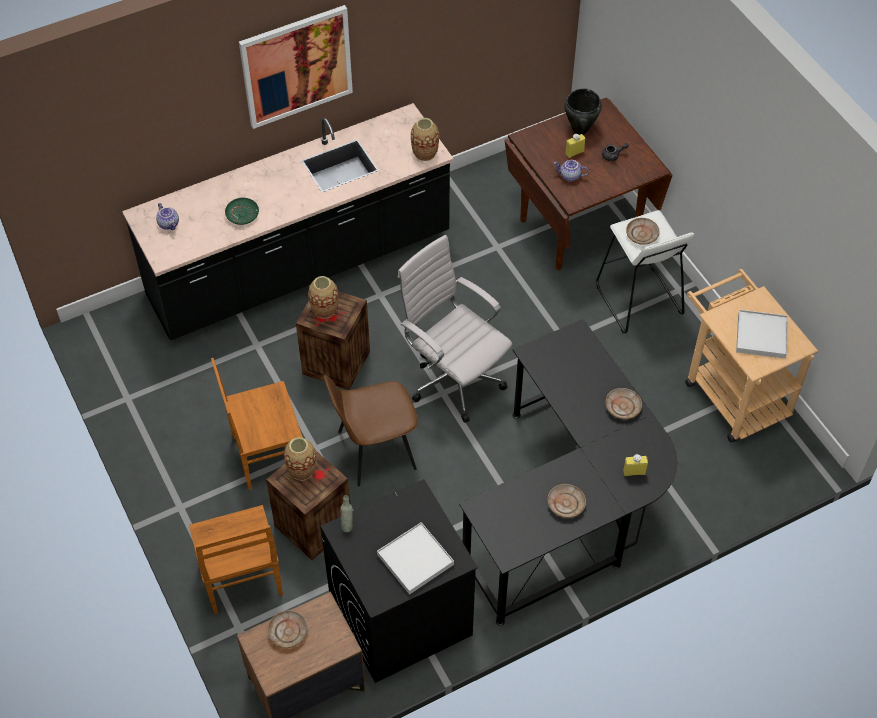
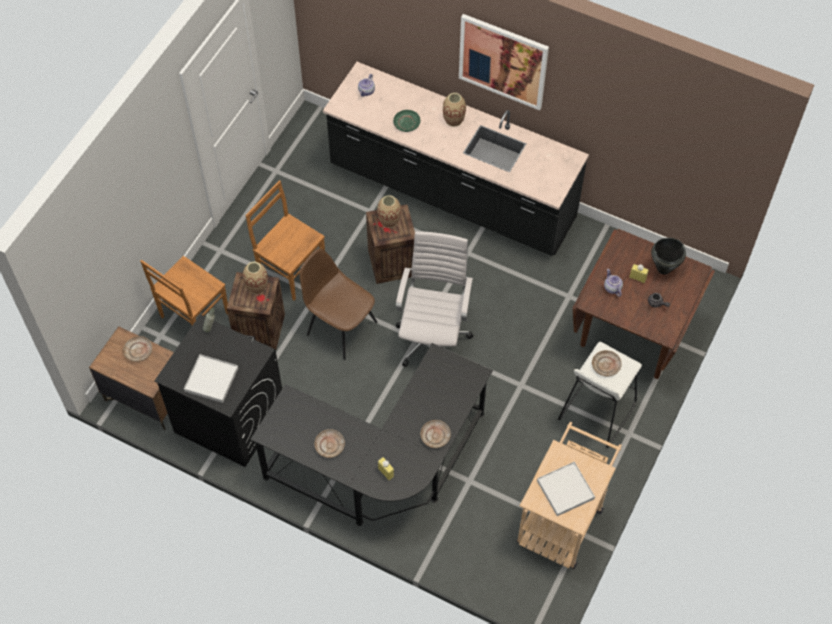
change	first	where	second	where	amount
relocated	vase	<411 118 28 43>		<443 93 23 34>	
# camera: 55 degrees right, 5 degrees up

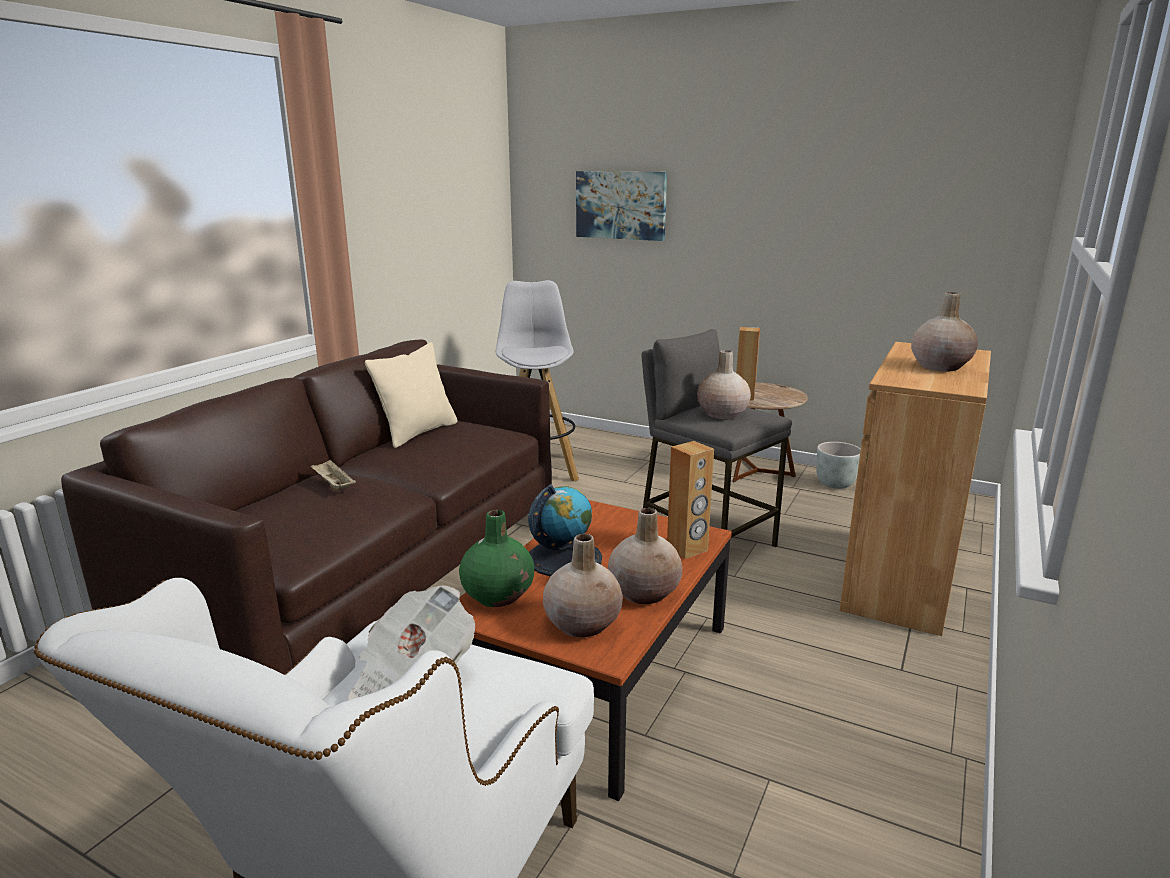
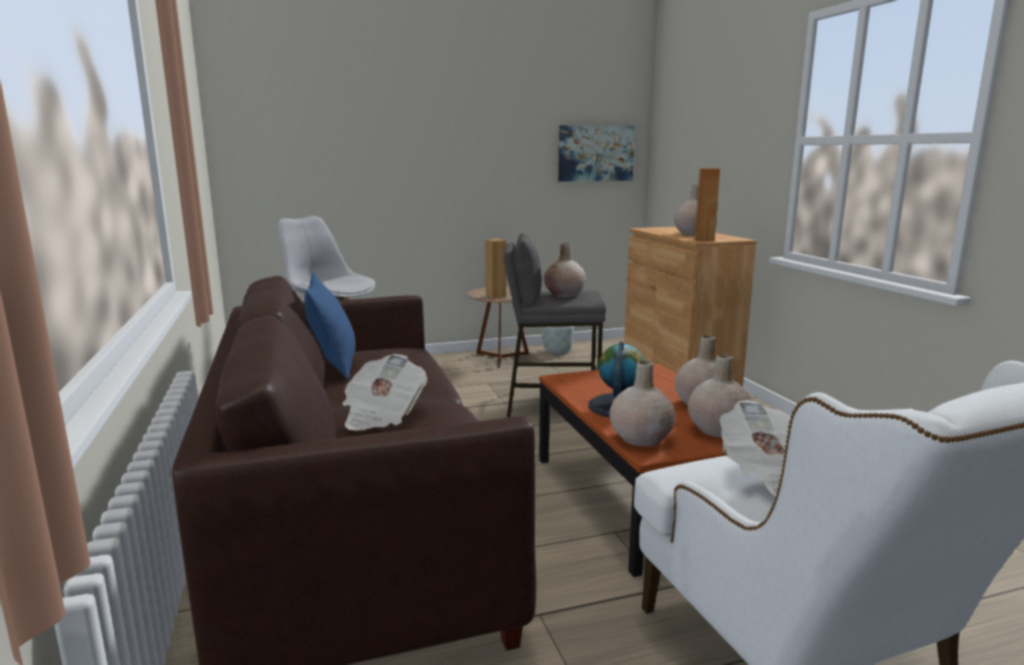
change	first	where	second	where	amount
relocated	picture	<576 171 91 70>		<558 125 77 57>	
colour	beige pillow	<365 342 92 106>	blue pillow	<305 272 51 108>	
relocated	brown speaker	<667 441 47 118>		<695 168 25 73>	
exchanged	beige tray	<310 460 46 30>	newspaper	<342 354 85 77>	
colour	green vase	<459 510 75 97>	beige vase	<609 360 67 86>	
# camera: 45 degrees left, 5 degrees down

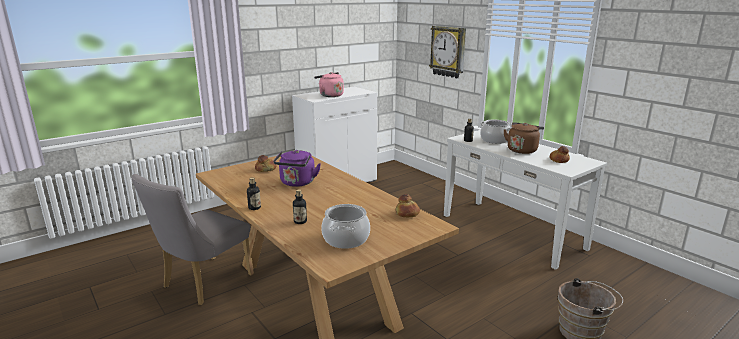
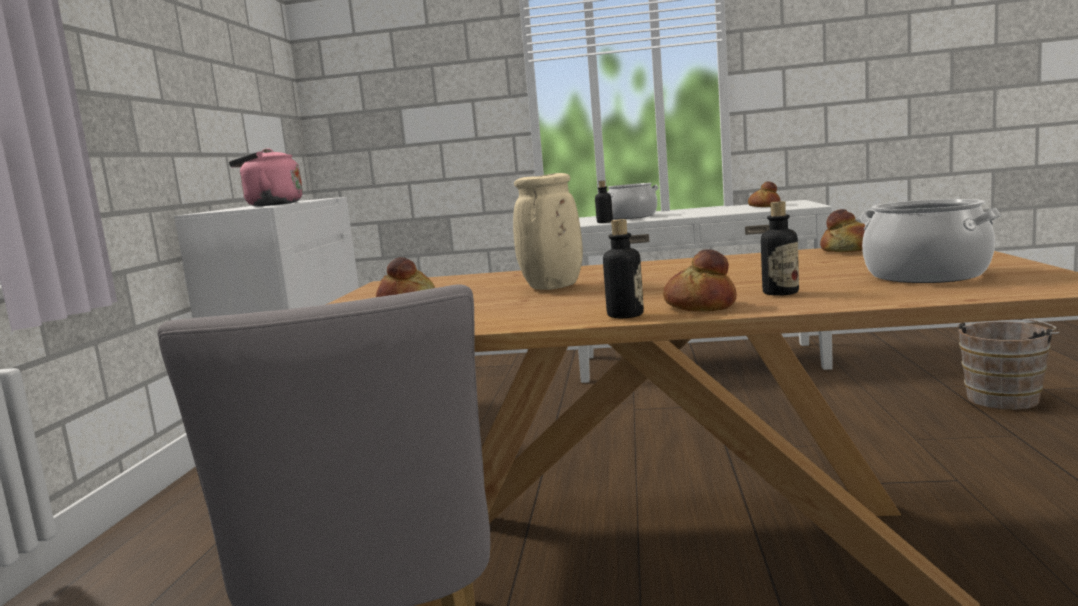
change	first	where	second	where	amount
missing	wall clock	<429 26 37 52>			
missing	brown kettle	<503 122 41 32>			
exchanged	purple kettle	<273 150 48 37>	beige vase	<513 173 70 117>	
appeared			bread	<663 249 74 63>	
# camera: 45 degrees left, 10 degrees down

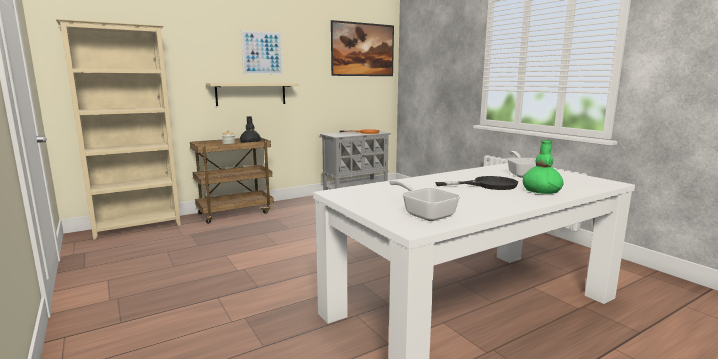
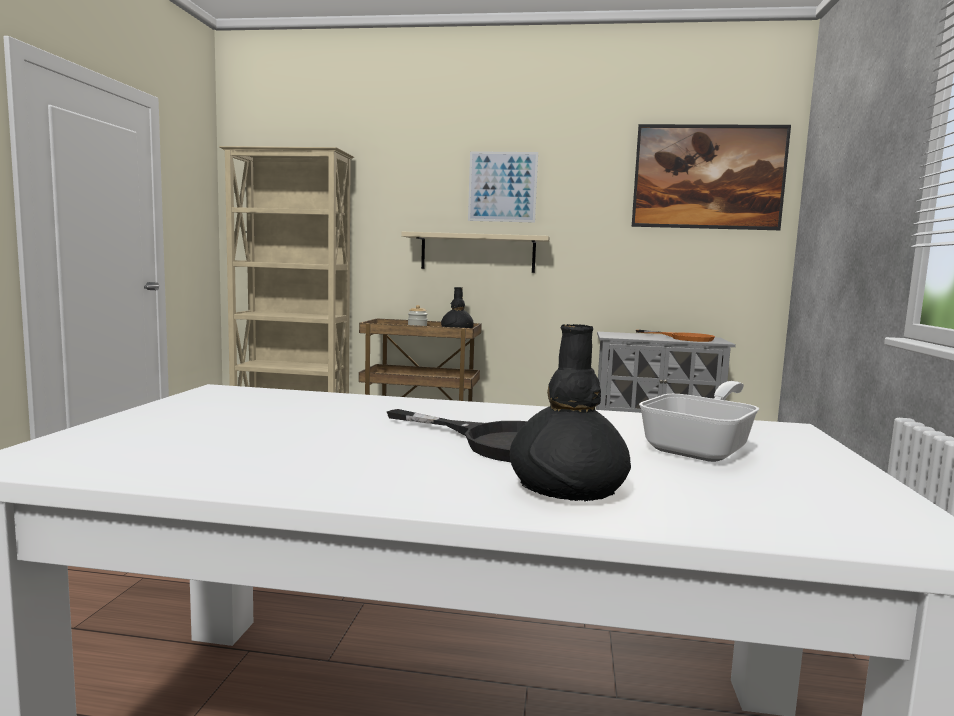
change	first	where	second	where	amount
colour	green vase	<523 140 40 54>	black vase	<510 324 121 177>	
missing	frying pan	<389 179 72 42>			
# camera: 40 degrees right, 5 degrees down

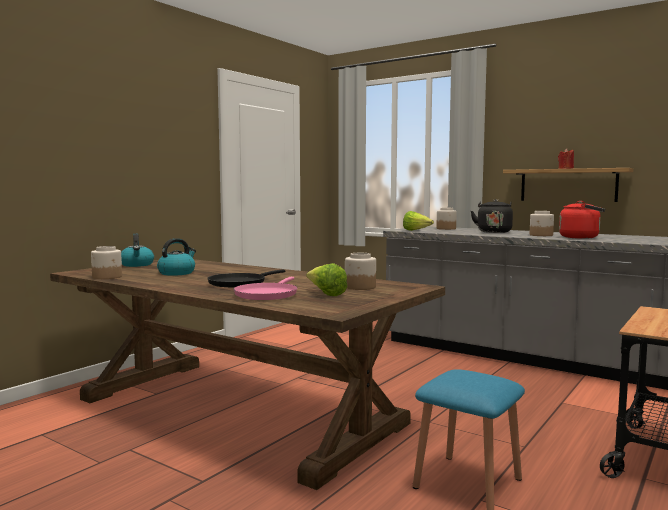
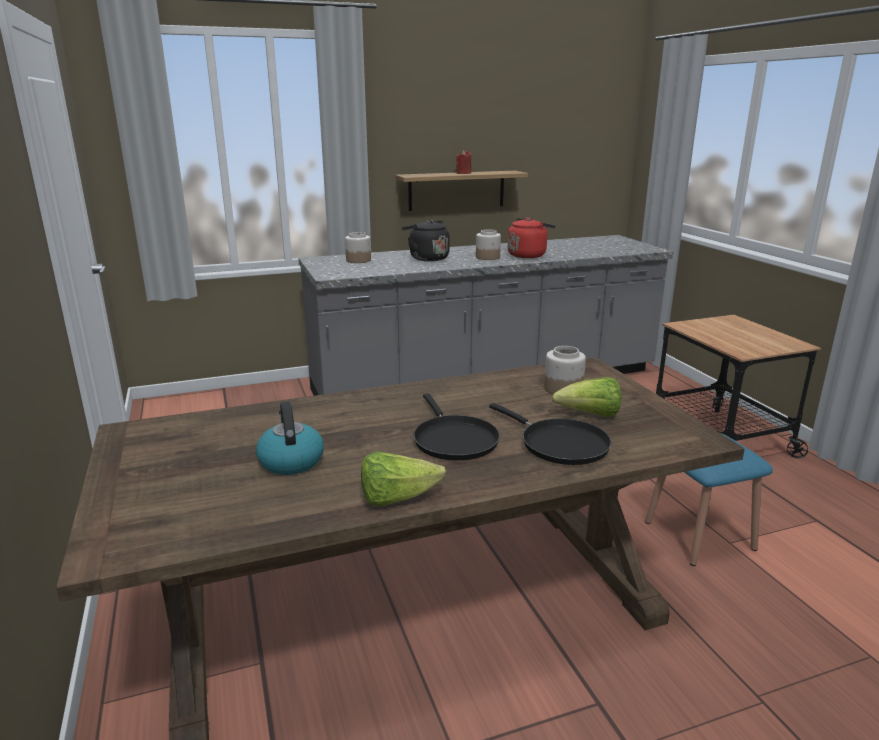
change	first	where	second	where	amount
relocated	lettuce	<403 211 31 20>		<361 451 85 55>	
missing	kettle	<121 233 33 34>			
missing	jar	<91 246 31 33>			
colour	pink frying pan	<233 277 64 23>	black frying pan	<489 403 123 62>	
# camera: 55 degrees left, 15 degrees up

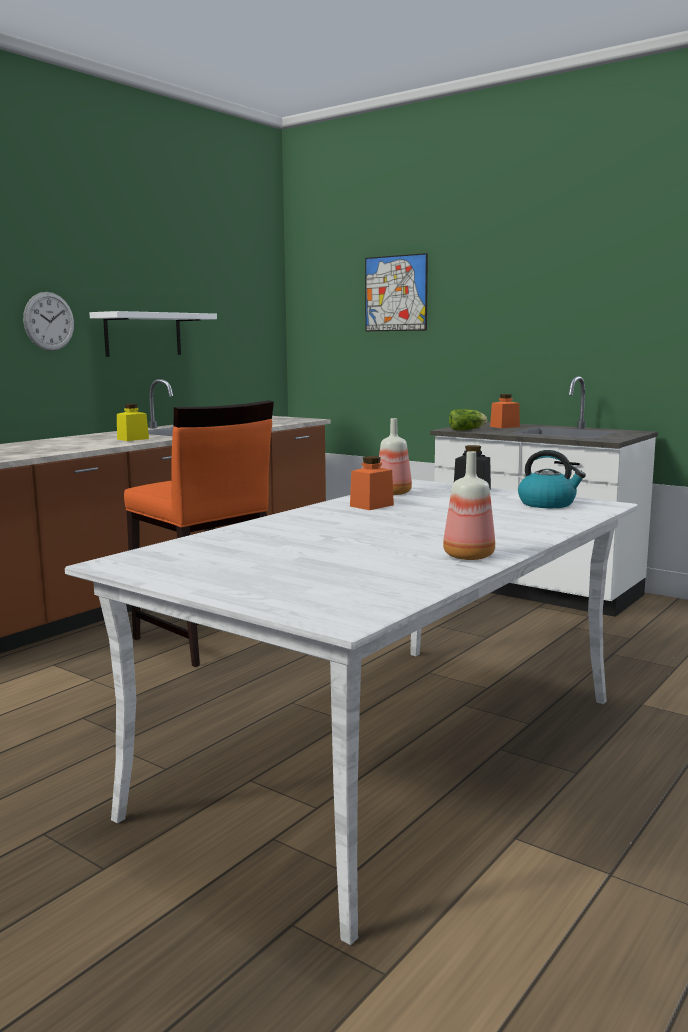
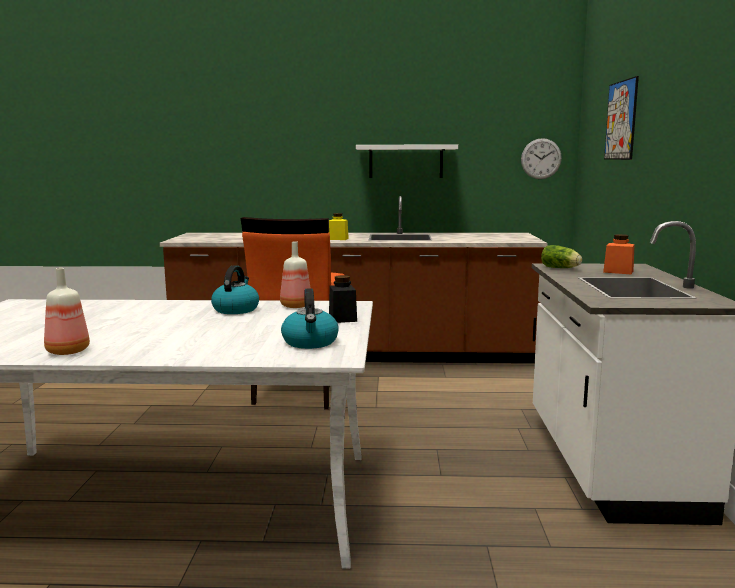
change	first	where	second	where	amount
relocated	wall clock	<23 292 51 59>		<521 138 41 41>	
exchanged	orange jar	<350 456 44 54>	kettle	<211 265 48 49>	
# camera: 55 degrees right, 0 degrees up

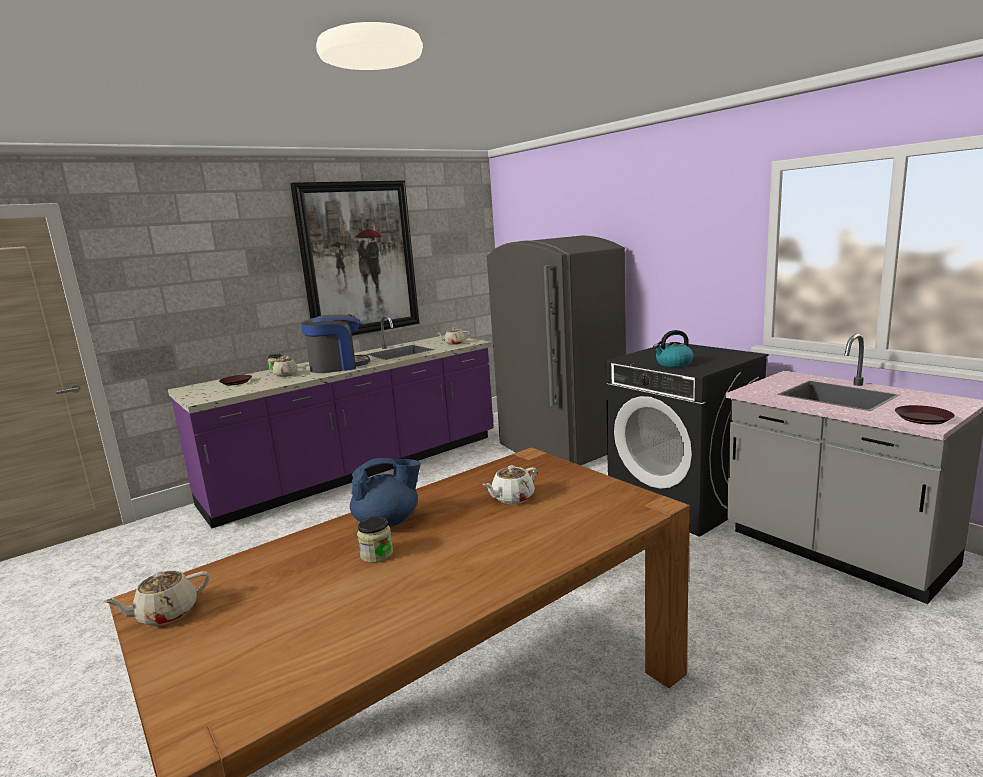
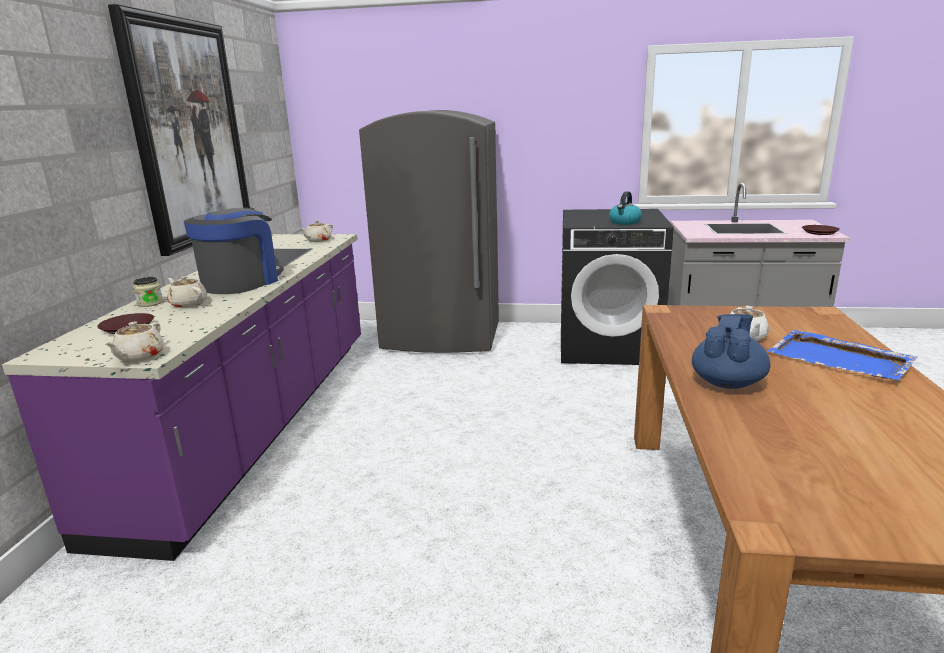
change	first	where	second	where	amount
missing	jar	<357 517 36 46>			
relocated	beige teapot	<103 571 106 55>		<105 321 59 41>	
appeared			blue tray	<767 330 150 50>	
# camera: 45 degrees left, 5 degrees up

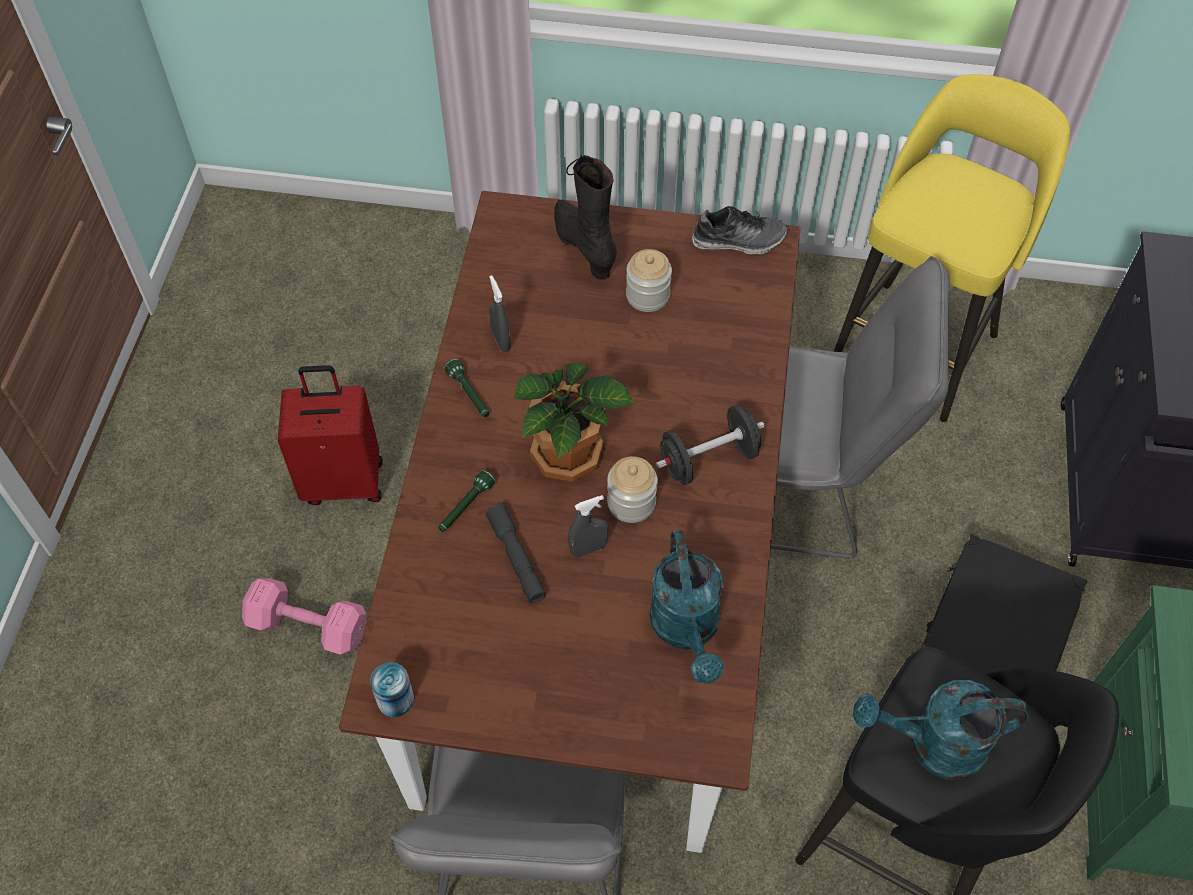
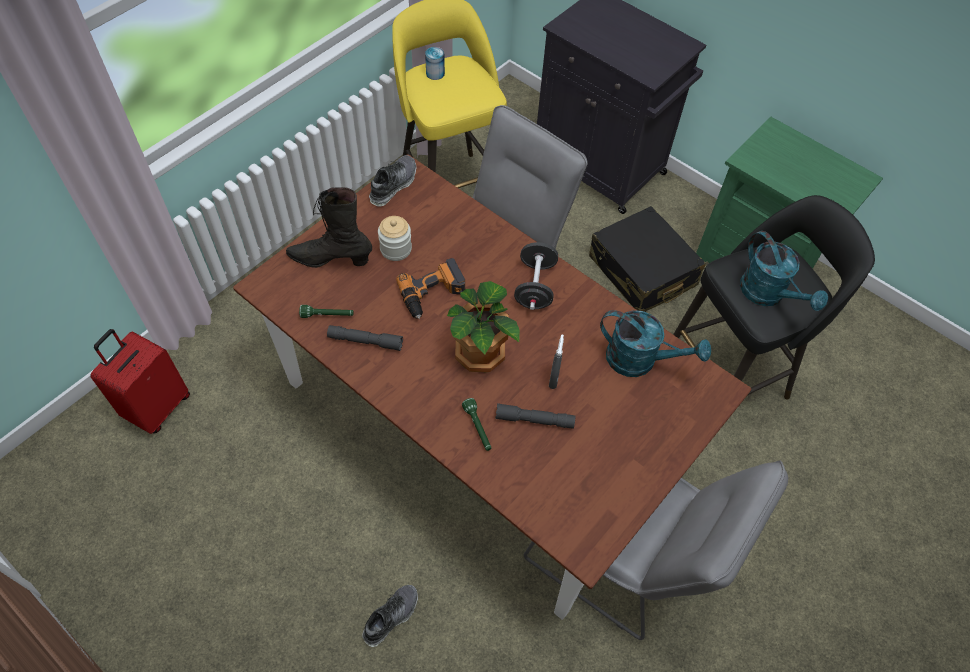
change	first	where	second	where	amount
exchanged	grey spray bottle	<489 275 22 77>	grey flashlight	<327 325 76 26>	
relocated	green flashlight	<444 358 45 59>		<299 305 55 13>	
relocated	red suitcase	<278 365 105 140>		<90 329 100 105>	
missing	jar	<607 456 51 67>			
exchanged	pink dumbbell	<242 578 124 77>	shoe	<362 584 56 63>	
relocated	can	<370 662 44 55>		<425 47 20 33>	
spun	turquoise watering can	<853 680 176 100>		<740 231 88 80>	60 degrees counterclockwise
appeared			power drill	<396 258 69 61>	
# camera: 60 degrees left, 0 degrees up

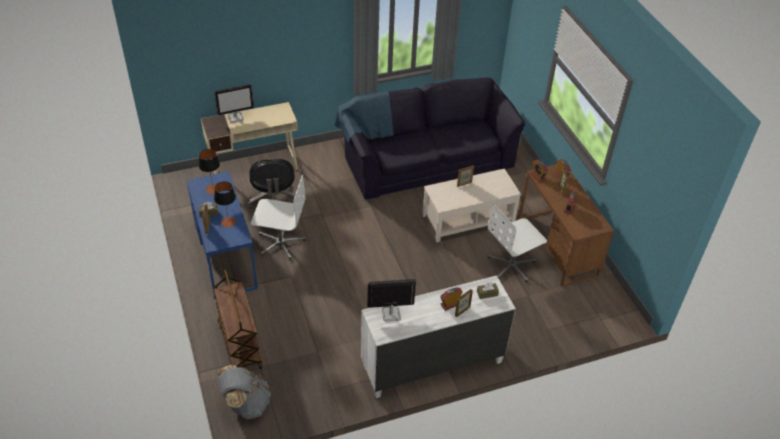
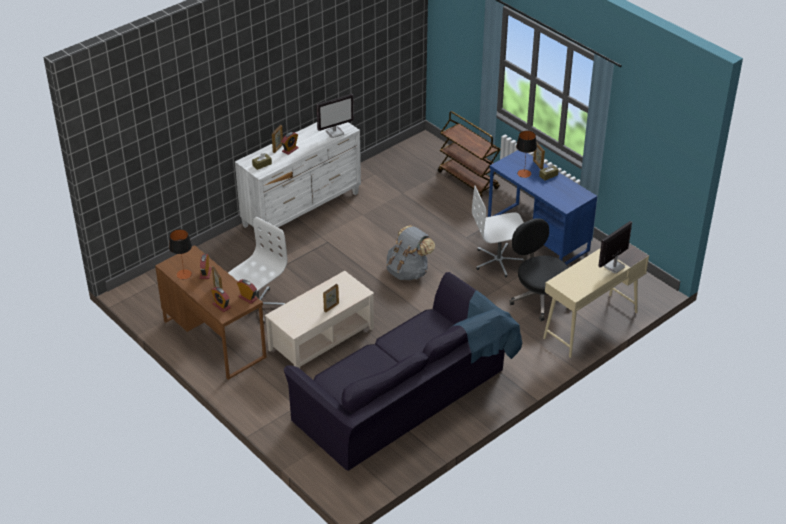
change	first	where	second	where	amount
relocated	table lamp	<199 149 21 45>		<169 229 23 50>	
relocated	grey backpack	<218 365 53 54>		<386 225 49 55>	
# camera: 160 degrees right, 5 degrees down

